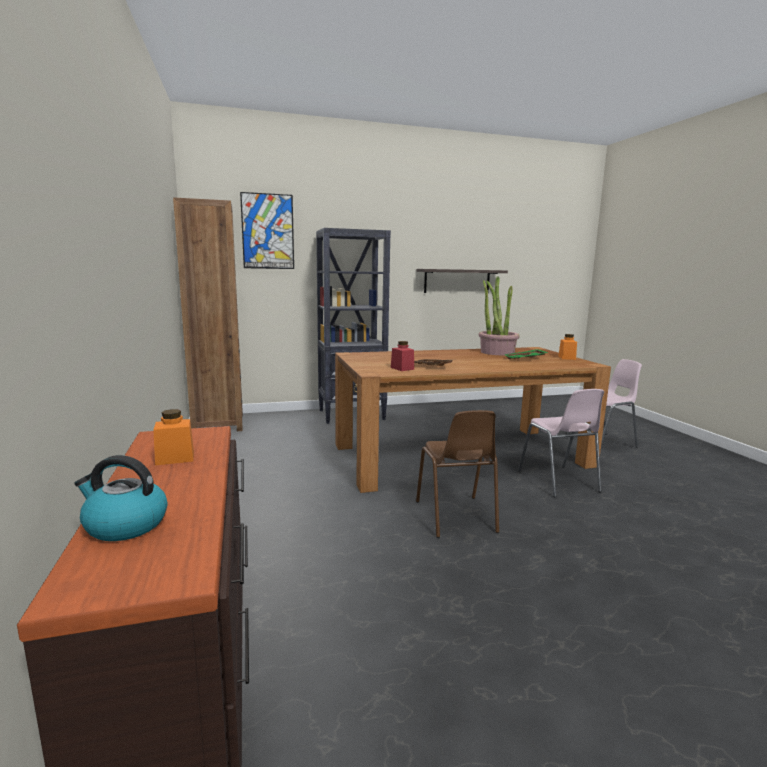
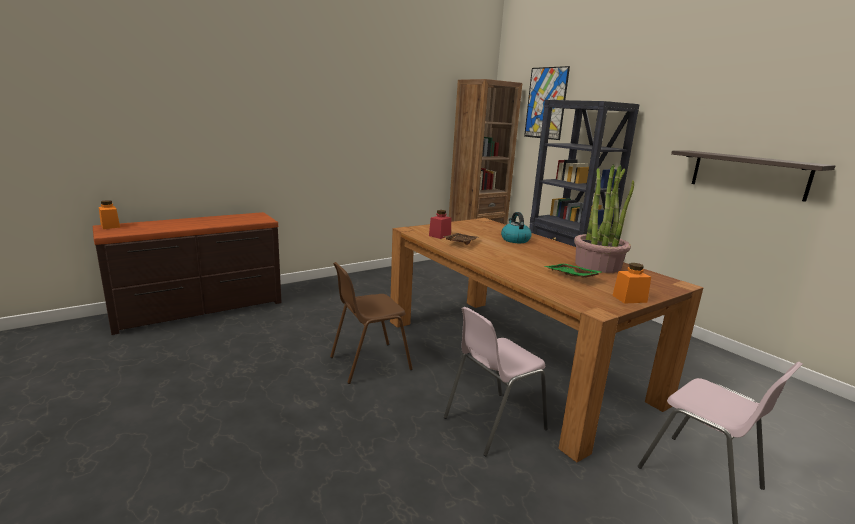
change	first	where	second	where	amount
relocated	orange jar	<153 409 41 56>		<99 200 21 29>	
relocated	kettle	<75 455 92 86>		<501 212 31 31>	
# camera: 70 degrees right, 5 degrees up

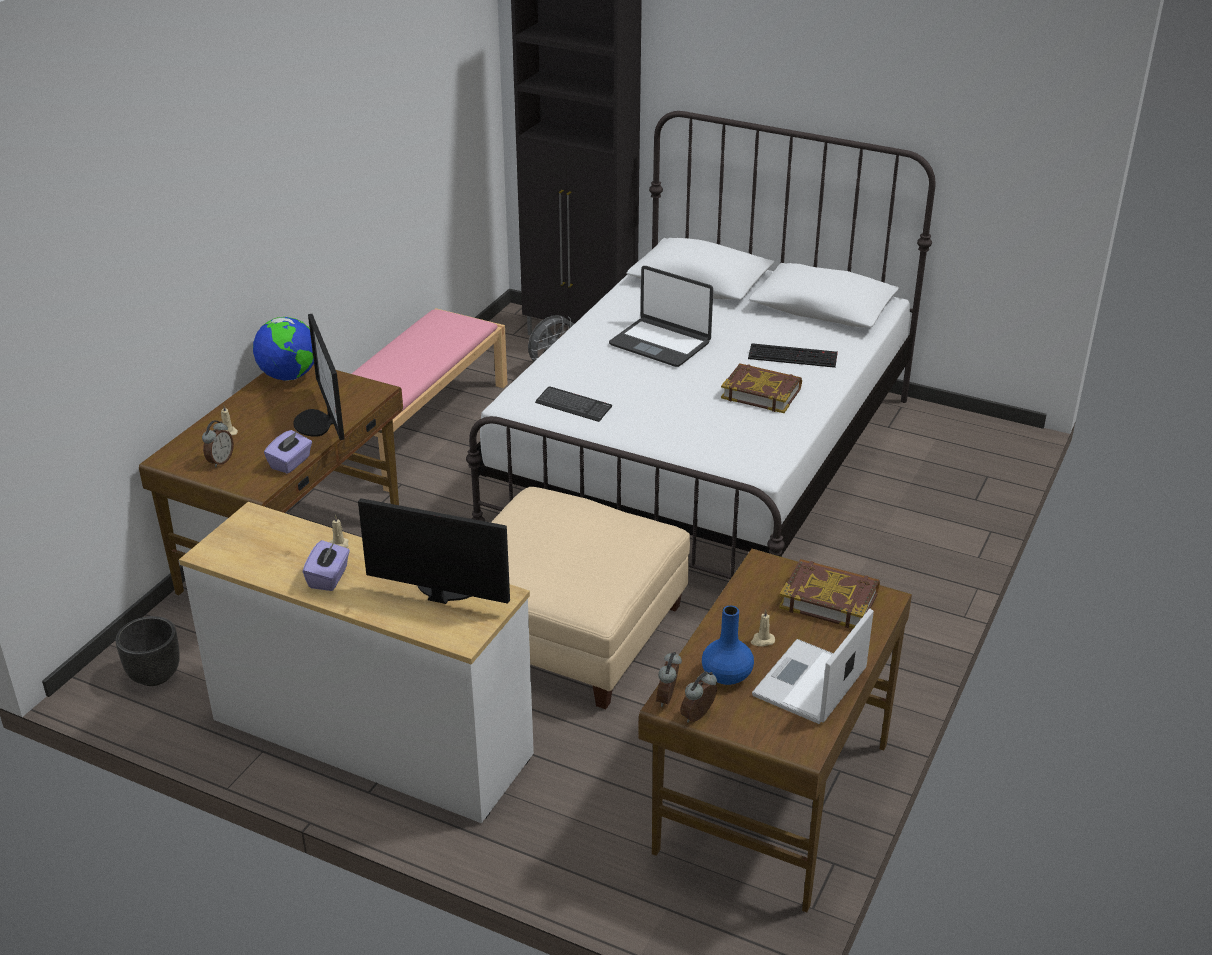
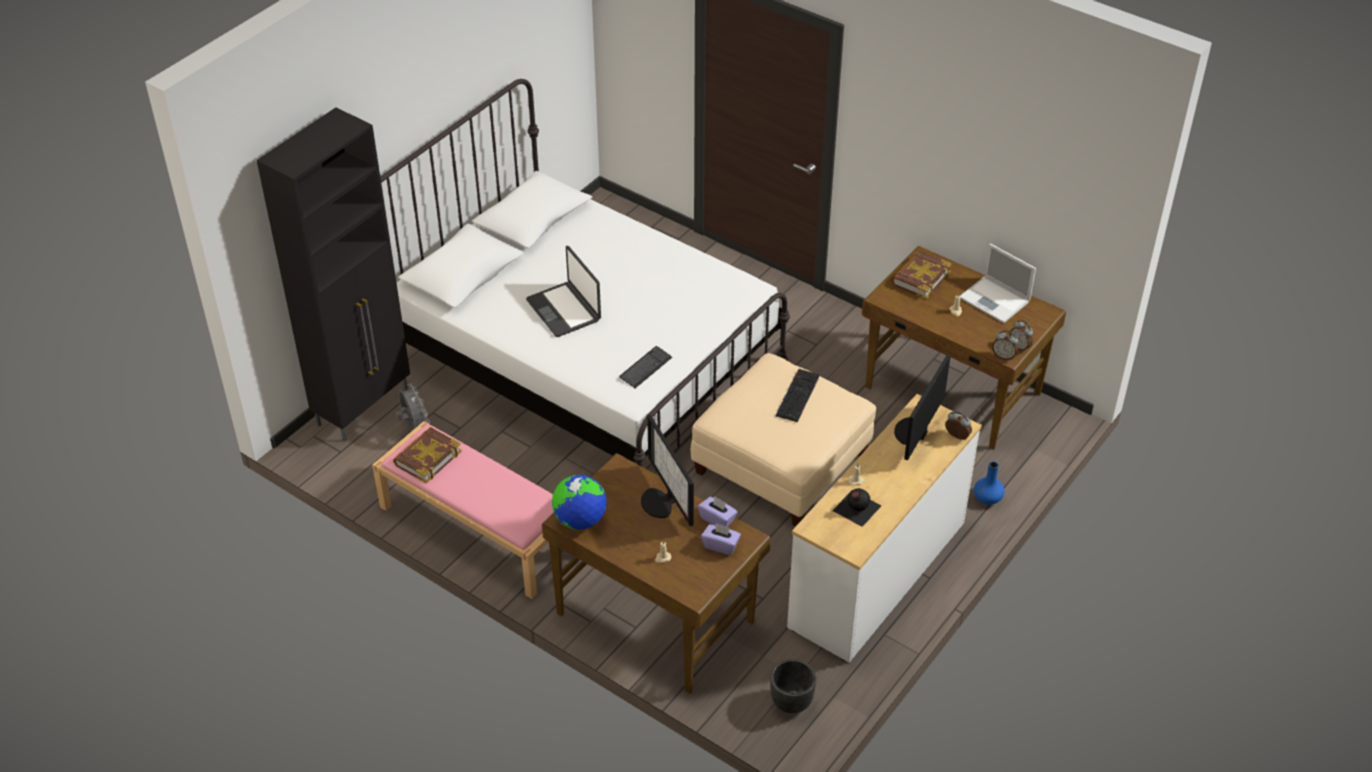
change	first	where	second	where	amount
spun	laptop	<609 266 104 101>		<526 246 75 91>	105 degrees clockwise
spun	monitor	<293 314 52 126>		<641 415 53 111>	75 degrees clockwise
relocated	keyboard	<748 343 90 25>		<776 369 44 53>	
relocated	book	<721 363 81 50>		<393 427 69 56>	
relocated	alarm clock	<202 420 32 48>		<945 411 27 29>	
relocated	purple tissue box	<303 540 47 51>		<701 523 40 32>	
relocated	blue vase	<702 605 52 80>		<974 461 30 44>	
appeared			black bottle	<833 488 48 39>	
# camera: 80 degrees left, 10 degrees up

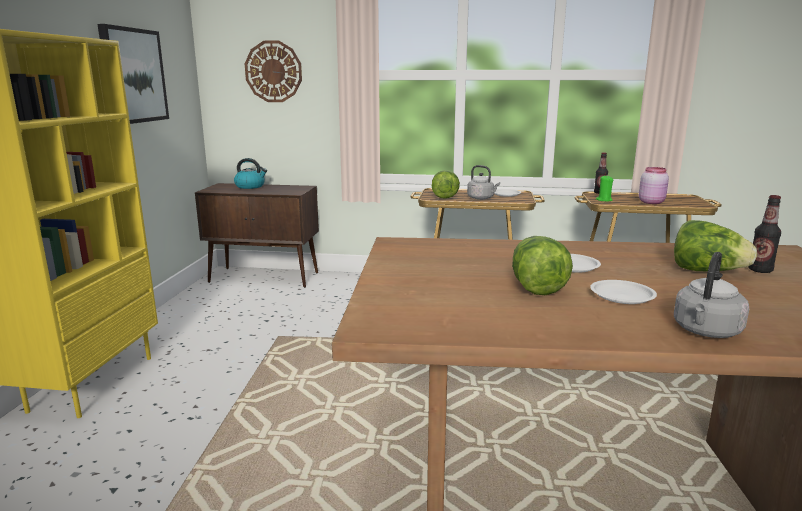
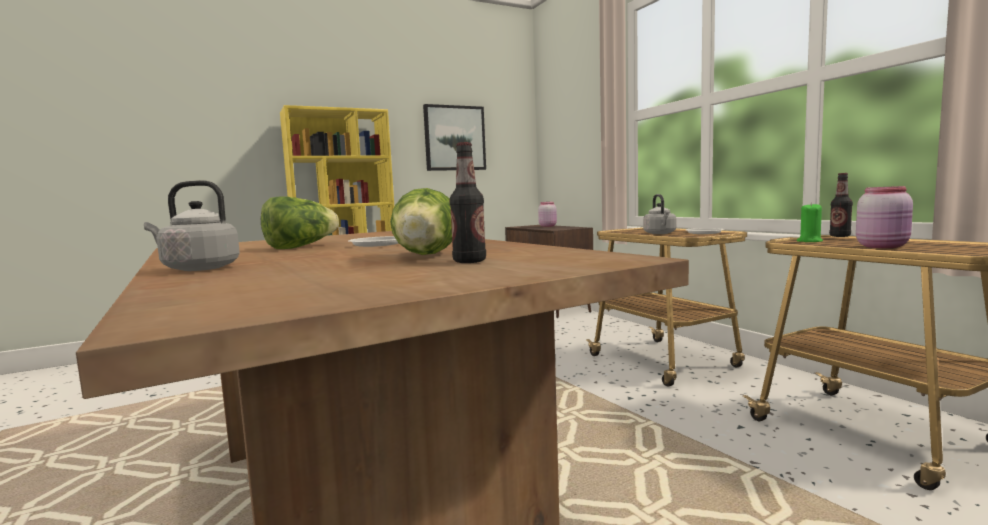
change	first	where	second	where	amount
missing	wall clock	<245 40 57 62>			
exchanged	kettle	<234 158 33 31>	pink jar	<538 202 19 25>	
missing	lettuce	<432 170 28 29>			
missing	white plate	<590 280 67 24>			
# camera: 55 degrees right, 10 degrees down

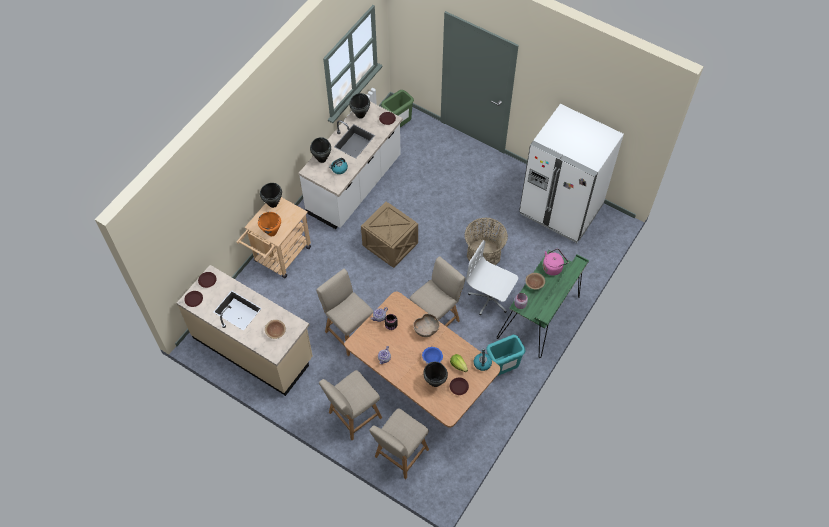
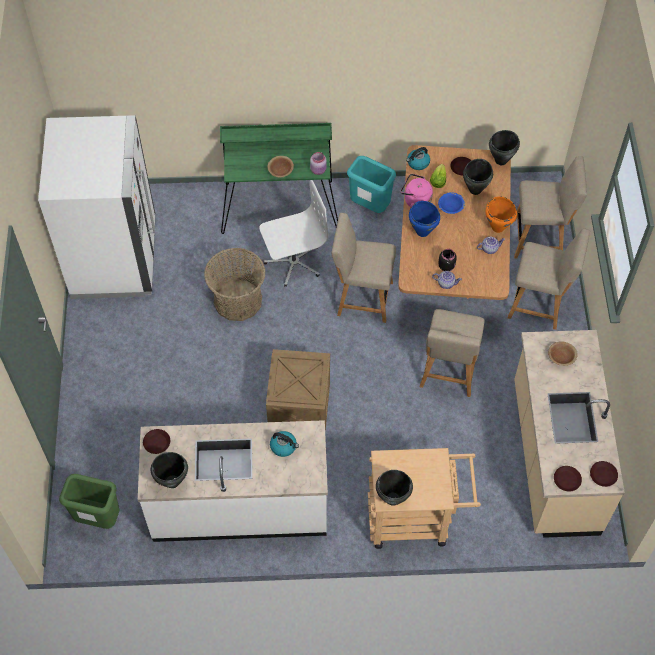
change	first	where	second	where	amount
relocated	black cooking pot	<310 137 21 26>		<489 130 31 35>	
relocated	orange cooking pot	<258 212 23 24>		<486 196 31 37>	
spun	white office chair	<466 240 52 75>		<259 180 69 107>	105 degrees counterclockwise
relocated	pink kettle	<543 249 25 27>		<401 174 32 33>	
exchanged	brown bowl	<413 314 27 23>	blue cooking pot	<409 201 31 36>	
# camera: 125 degrees left, 0 degrees up

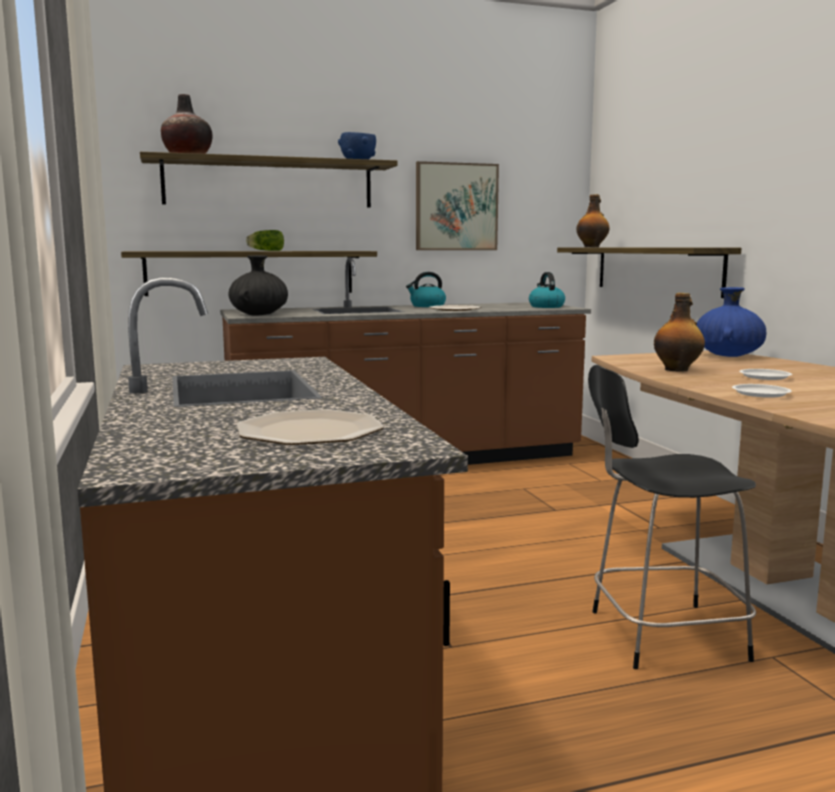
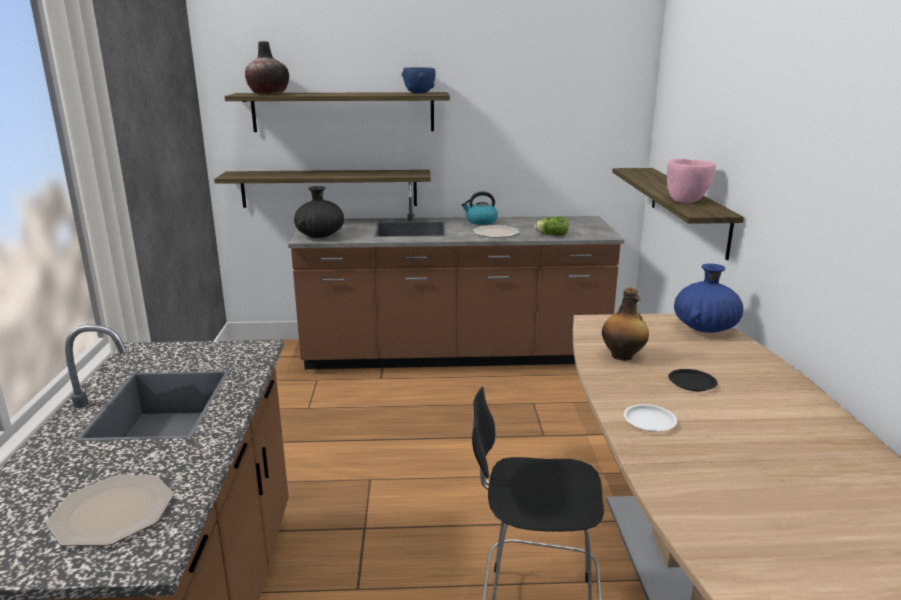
change	first	where	second	where	amount
missing	picture	<416 161 83 89>			
missing	bottle	<576 194 33 53>			
relocated	lettuce	<246 230 38 21>		<534 217 34 19>	
missing	kettle	<529 272 36 36>			
colour	white plate	<739 369 53 11>	black plate	<668 369 49 22>	
appeared			pink bowl	<667 159 49 44>	
# camera: 15 degrees right, 10 degrees up

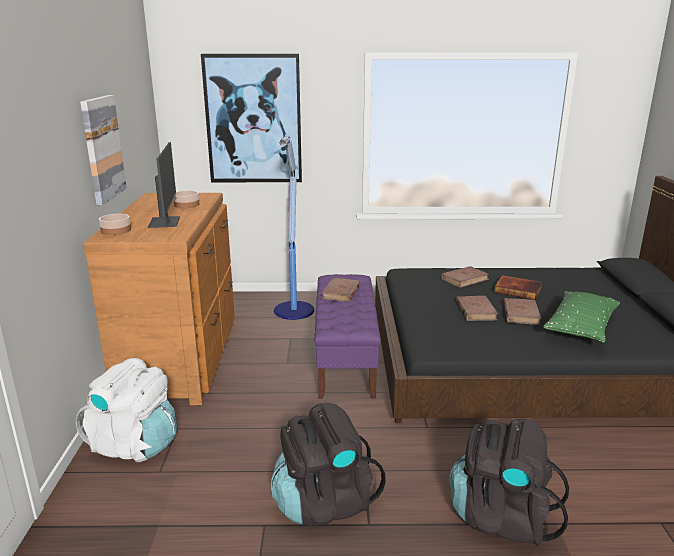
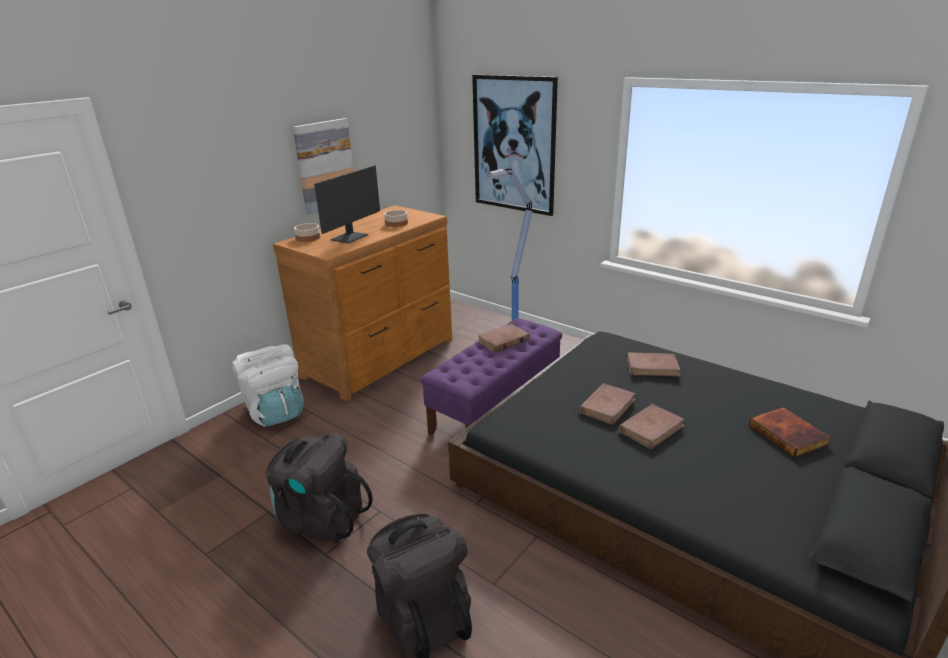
change	first	where	second	where	amount
relocated	book	<494 275 49 25>		<749 407 82 51>	
missing	green pillow	<543 291 77 52>			
# camera: 40 degrees right, 5 degrees up

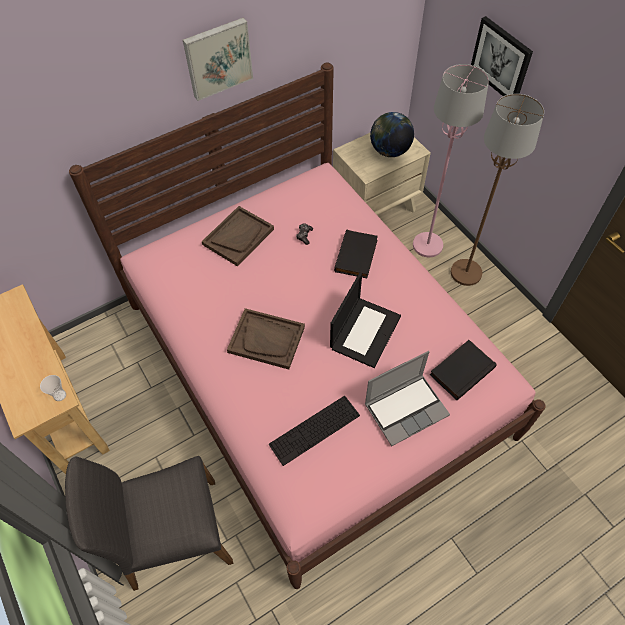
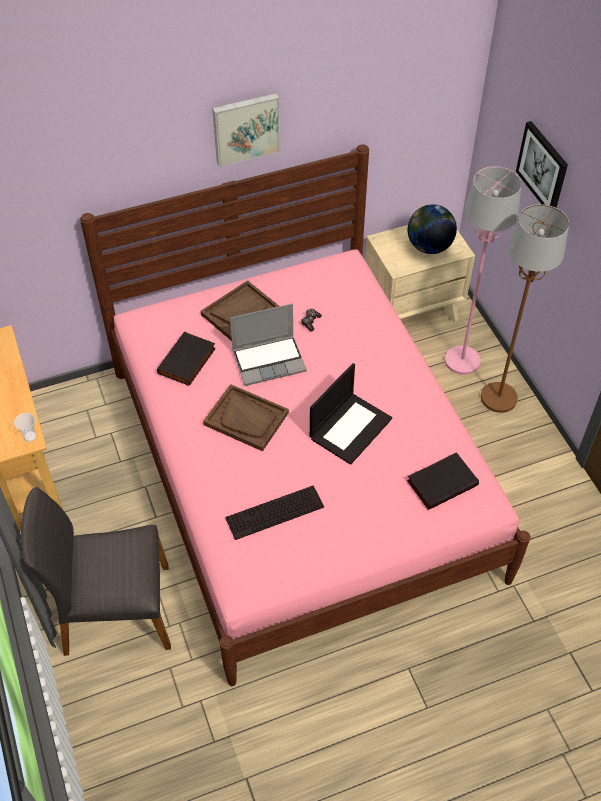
change	first	where	second	where	amount
relocated	black book	<334 230 44 48>		<157 331 59 55>	
relocated	laptop	<365 351 85 95>		<230 304 77 82>	
# camera: 10 degrees right, 5 degrees down

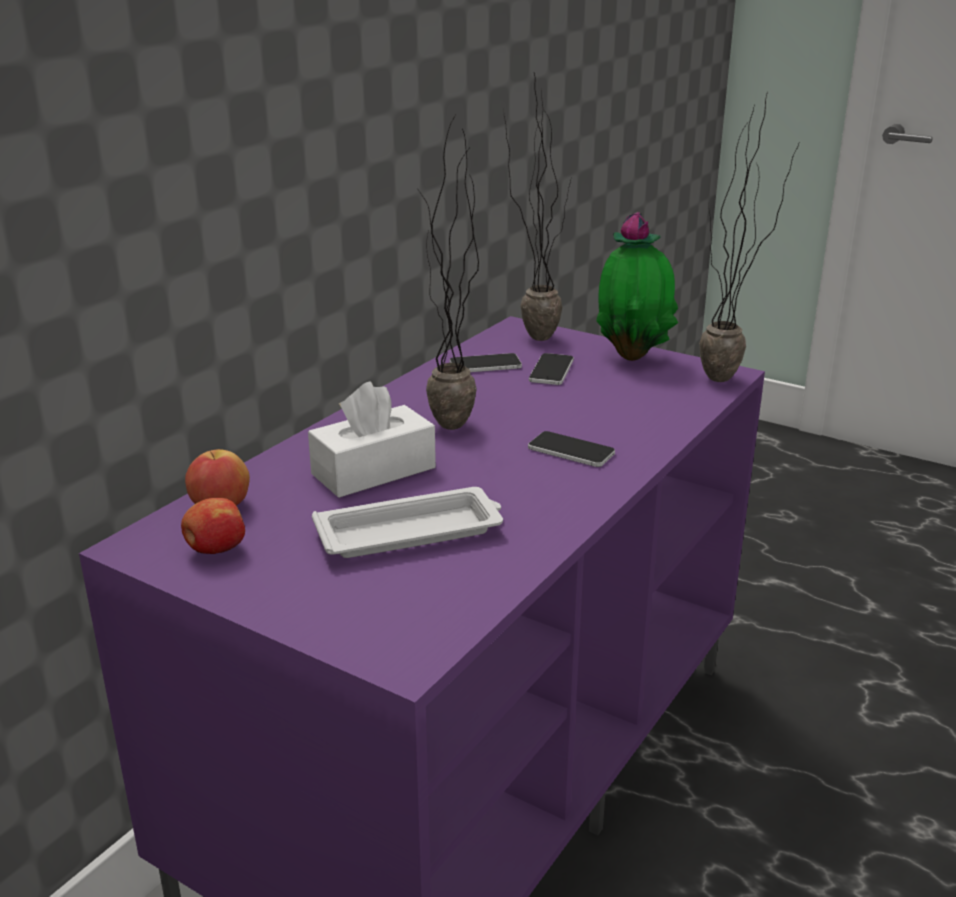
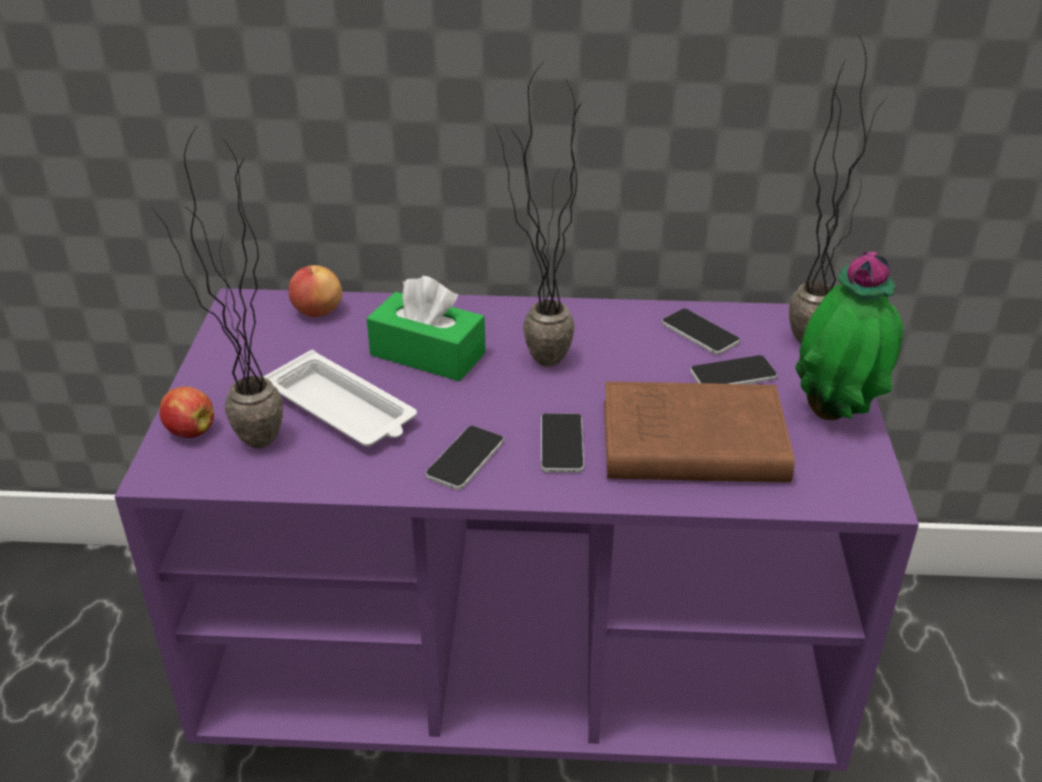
change	first	where	second	where	amount
relocated	potted plant	<699 92 100 290>		<152 128 131 320>	
colour	white tissue box	<308 381 128 117>	green tissue box	<367 276 119 105>	
relocated	apple	<181 498 64 56>		<159 387 55 51>	
appeared			brown book	<604 382 191 101>	
appeared			phone	<426 426 78 64>	
# camera: 60 degrees right, 10 degrees up

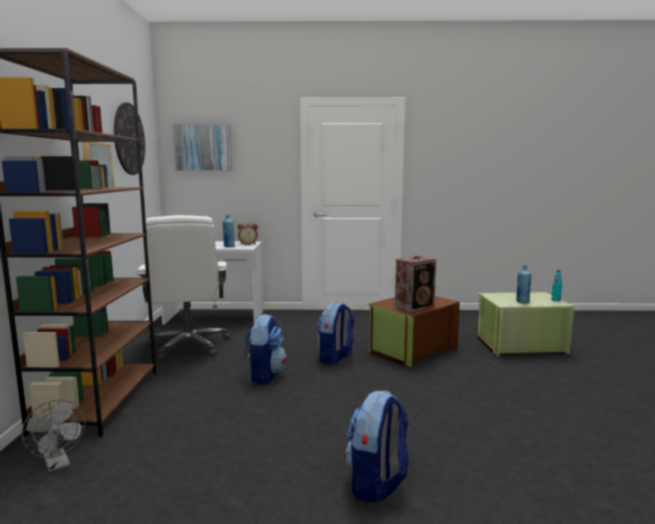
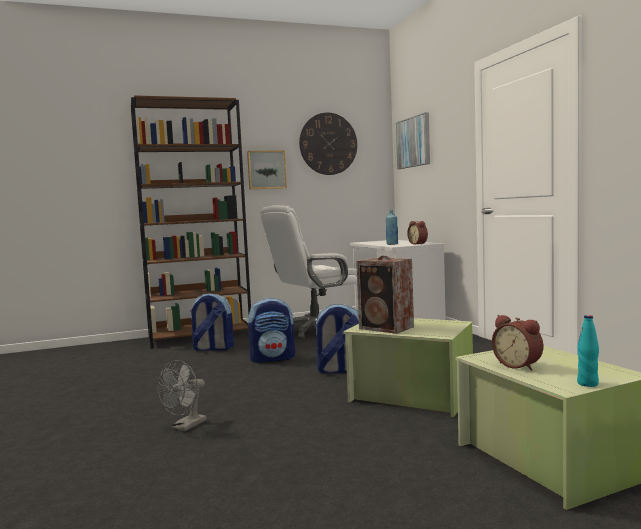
change	first	where	second	where	amount
exchanged	blue bottle	<516 265 15 38>	alarm clock	<492 315 51 56>	
colour	brown storage box	<368 296 92 71>	green storage box	<343 318 130 99>	
relocated	backpack	<346 391 63 112>		<190 293 44 58>	
relocated	grey fan	<22 400 63 73>		<158 360 49 72>	
# camera: 70 degrees right, 5 degrees down

